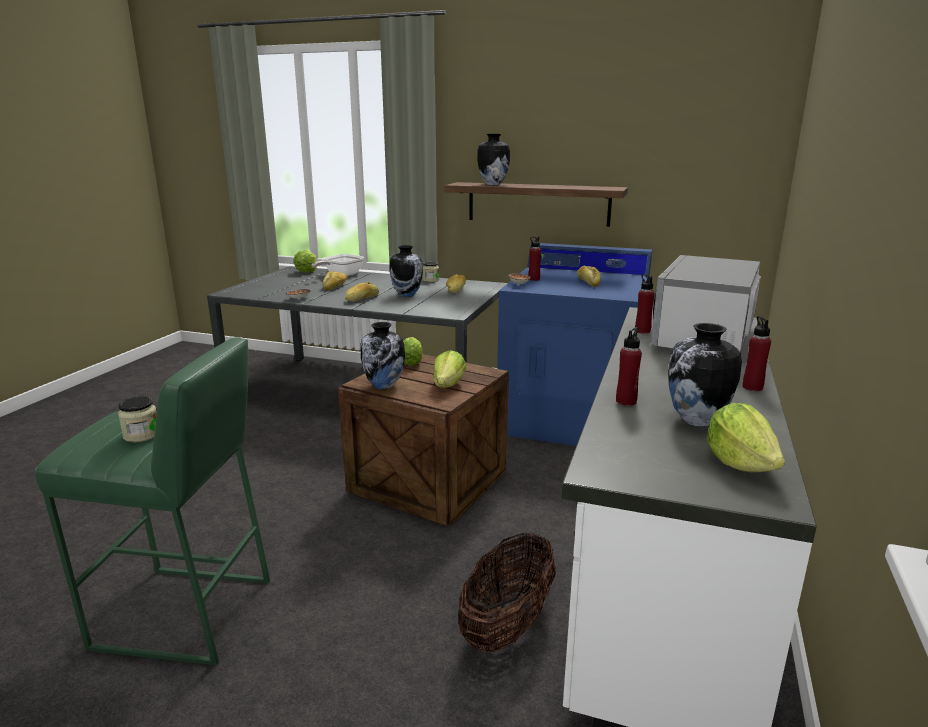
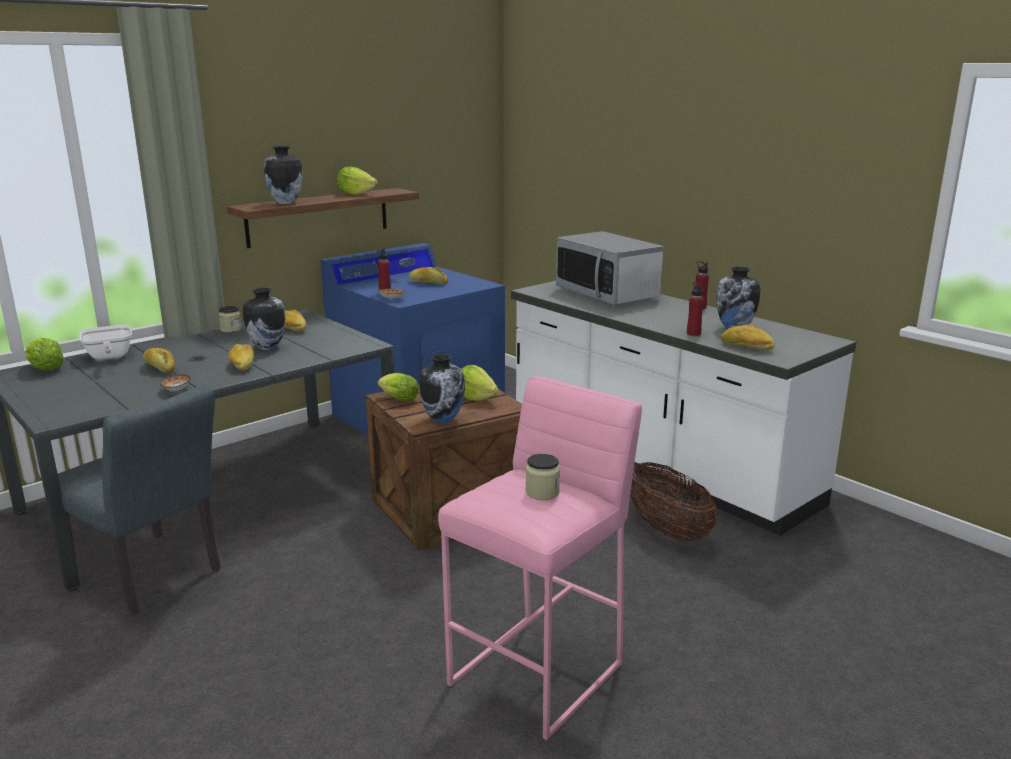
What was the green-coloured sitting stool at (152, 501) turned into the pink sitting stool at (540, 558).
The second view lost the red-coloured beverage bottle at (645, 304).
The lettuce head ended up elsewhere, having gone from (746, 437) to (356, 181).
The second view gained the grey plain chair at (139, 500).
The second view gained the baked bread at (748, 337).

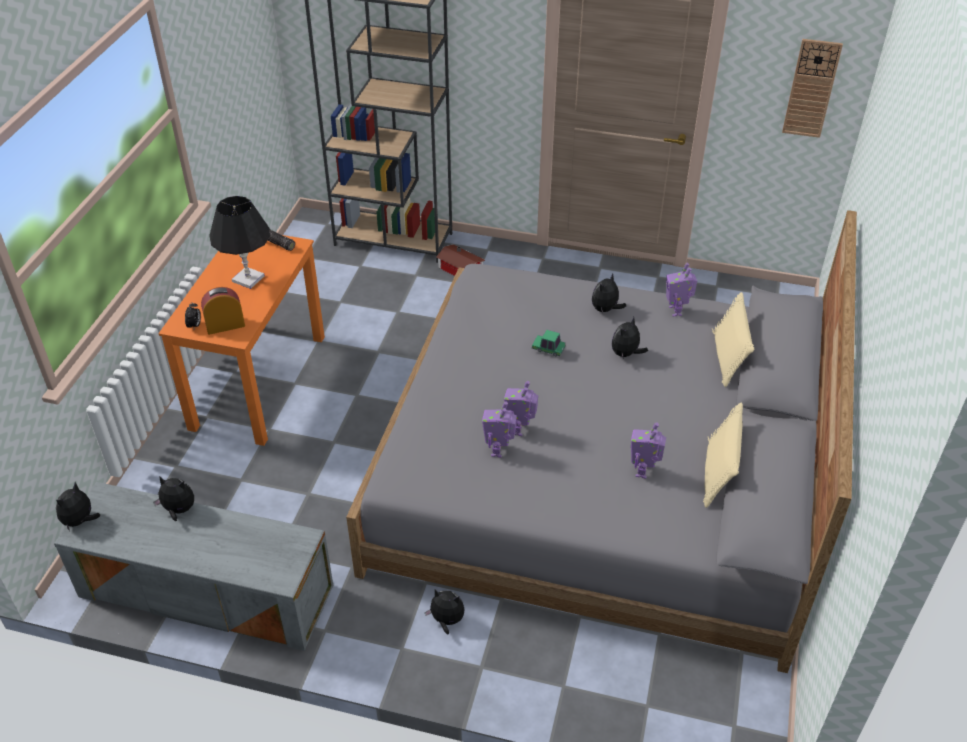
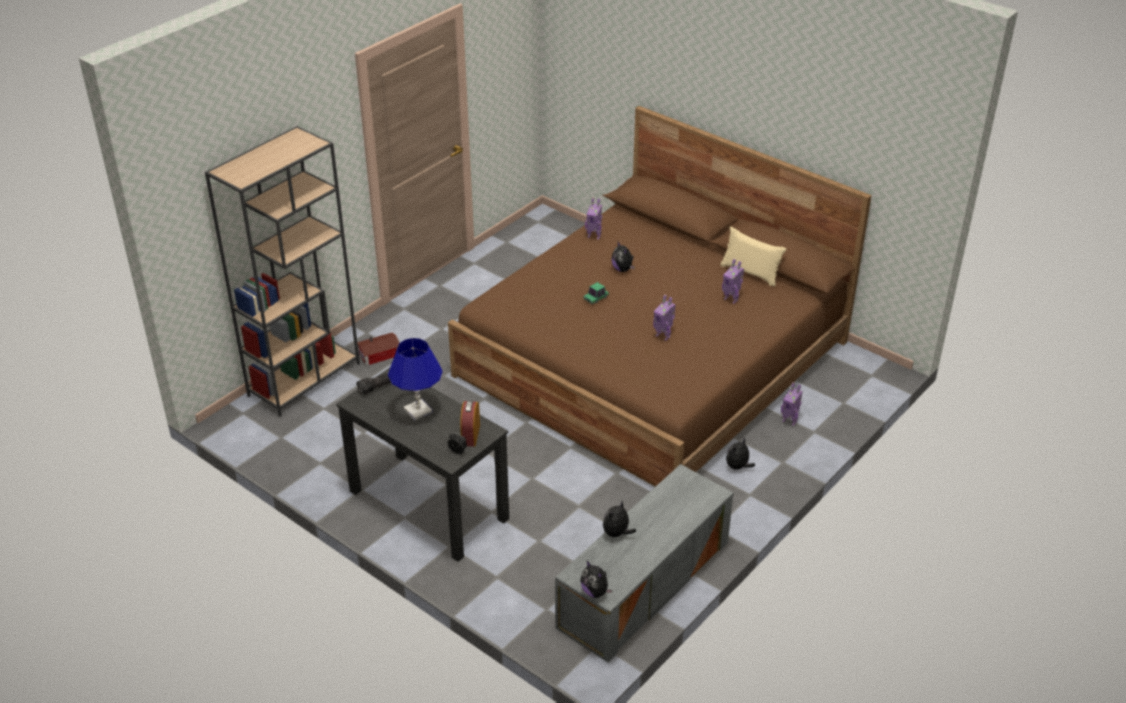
What was the orange desk unit at (241, 340) turned into the black-coloured desk unit at (422, 465).
What was the black-coloured table lamp at (240, 242) turned into the blue-coloured table lamp at (415, 379).
What was the grey bed at (601, 441) turned into the brown-coloured bed at (660, 296).
The robot figure ended up elsewhere, having gone from (499, 429) to (791, 404).
The second view lost the soft toy at (609, 293).
The second view lost the beige throw pillow at (733, 339).
The second view lost the clock on the wall at (812, 88).

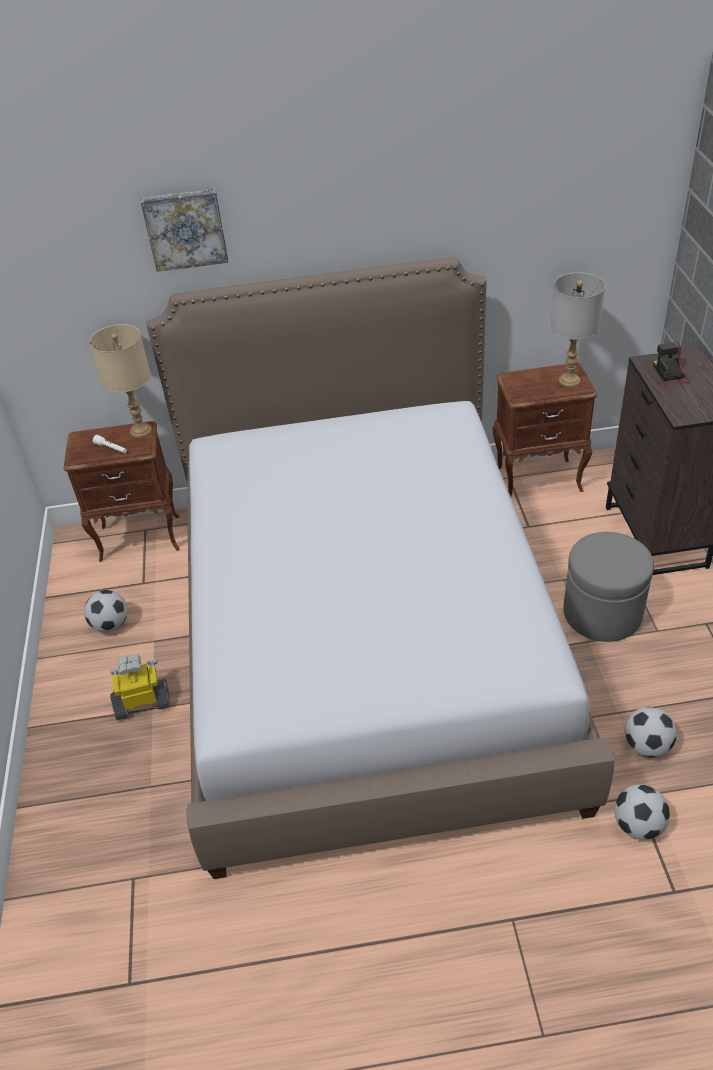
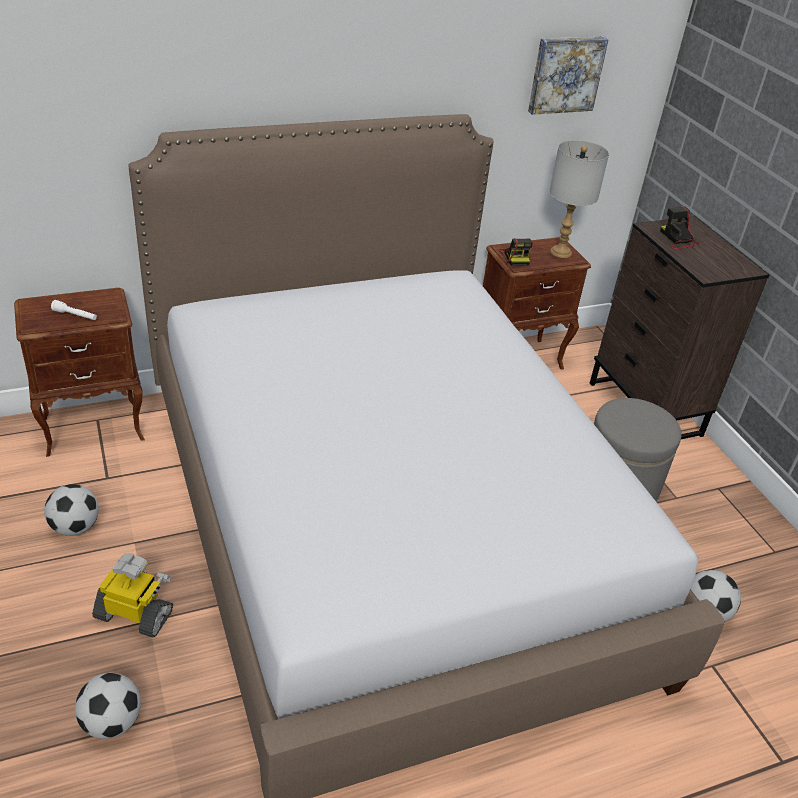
The second view lost the beige table lamp at (120, 381).
The robot figure at (140, 687) ended up facing another way, 45 degrees clockwise from before.
The picture ended up elsewhere, having gone from (184, 230) to (568, 75).
The football ball ended up elsewhere, having gone from (642, 812) to (108, 706).
The second view gained the photo camera at (516, 252).

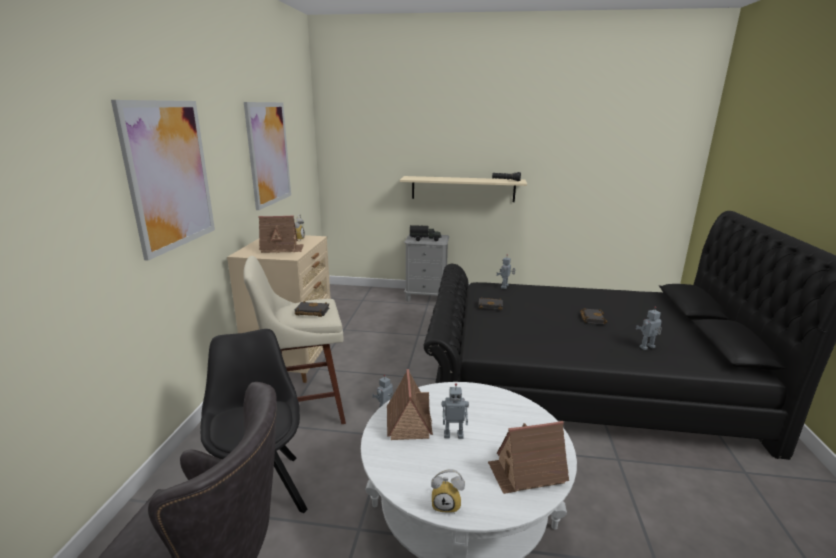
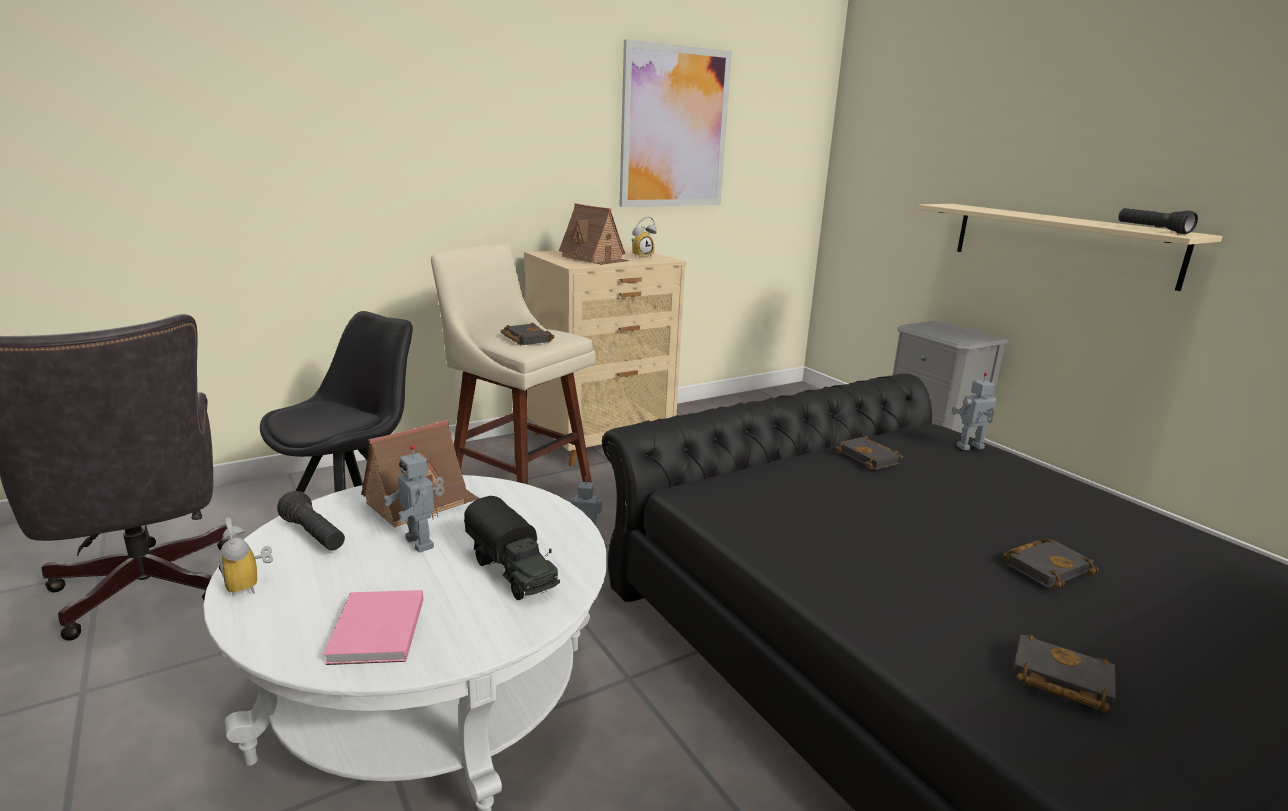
The second view lost the picture at (163, 180).
The toy lorry ended up elsewhere, having gone from (425, 233) to (512, 548).
Where the miniature house stood at (528, 457), the pink bound book came to stand at (373, 627).
Where the robot figure stood at (649, 328), the black-coloured bound book came to stand at (1064, 673).
The second view gained the black-coloured torch at (311, 520).

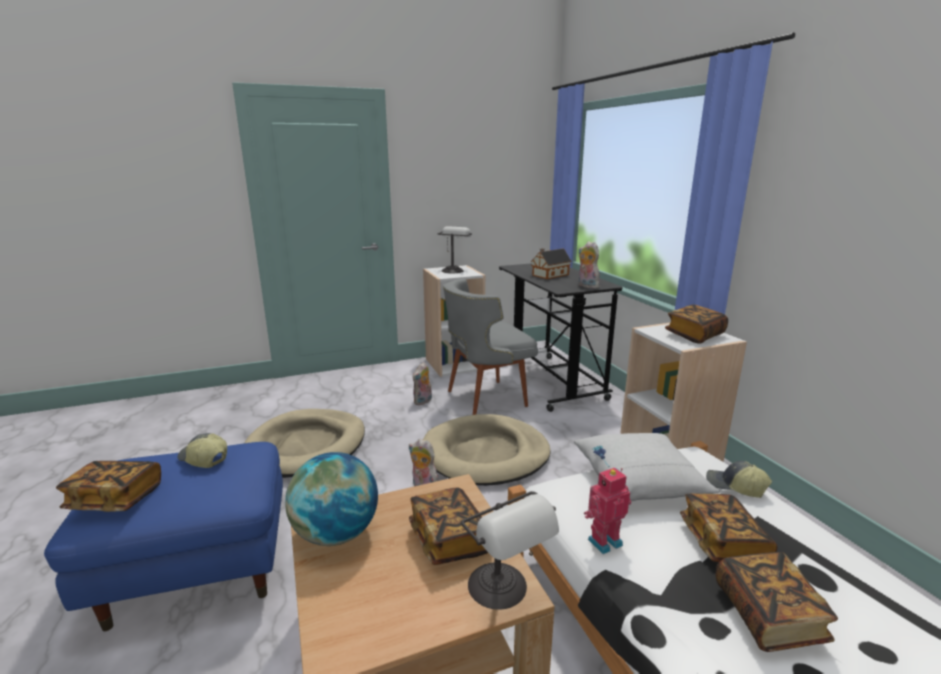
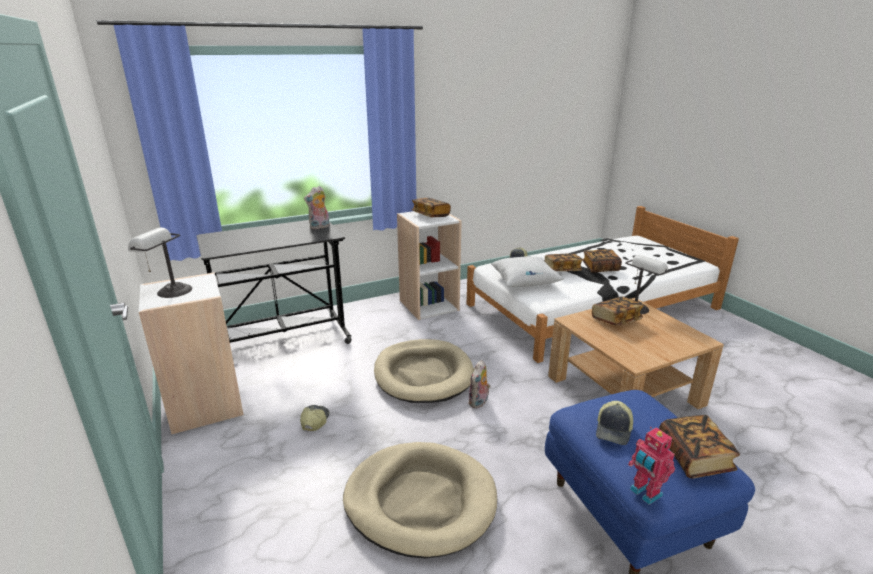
The second view lost the desk globe at (331, 499).
Where the soft toy stood at (422, 383), the baseball cap came to stand at (315, 418).
The second view lost the grey plain chair at (490, 347).
The second view lost the miniature house at (551, 263).
The robot figure ended up elsewhere, having gone from (607, 511) to (651, 466).

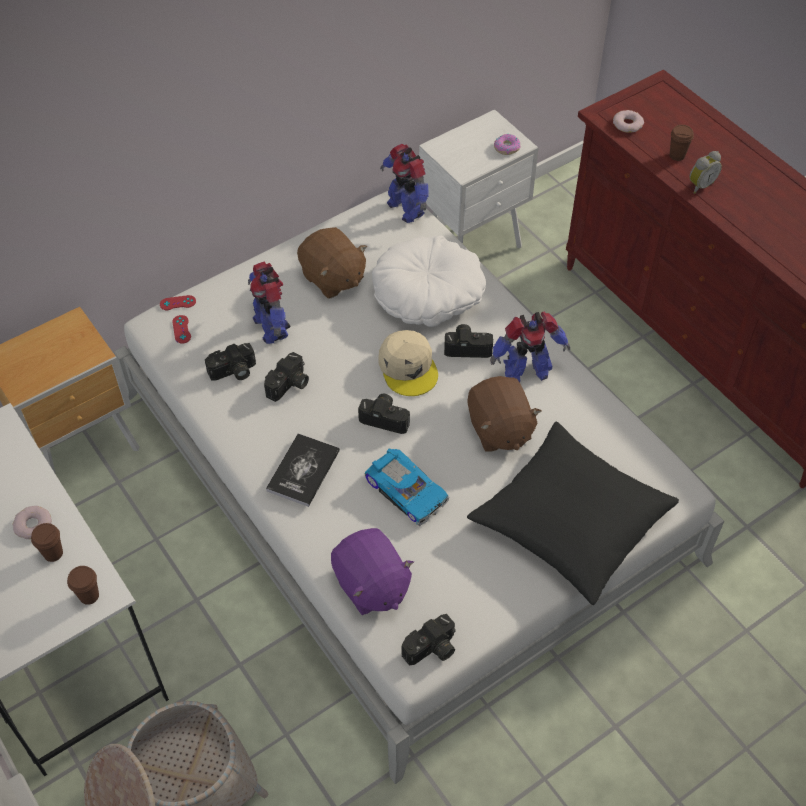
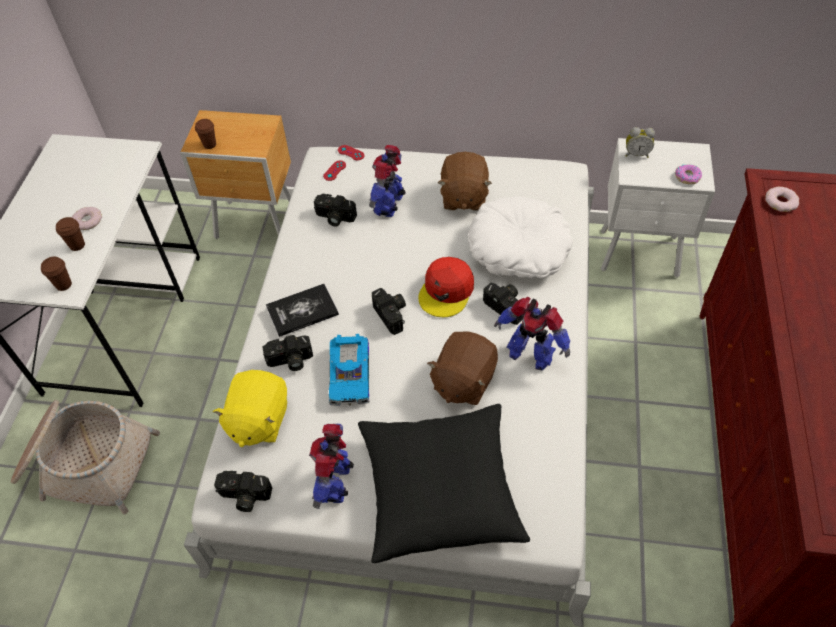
The photo camera ended up elsewhere, having gone from (286, 377) to (287, 353).
What was the purplish soft toy at (372, 571) turned into the yellowish soft toy at (250, 408).
What was the beige baseball cap at (408, 363) turned into the red-coloured baseball cap at (446, 287).
The robot figure ended up elsewhere, having gone from (404, 183) to (331, 466).
The brown-coloured drinking cup ended up elsewhere, having gone from (682, 143) to (205, 134).
The bedside clock ended up elsewhere, having gone from (705, 172) to (640, 142).

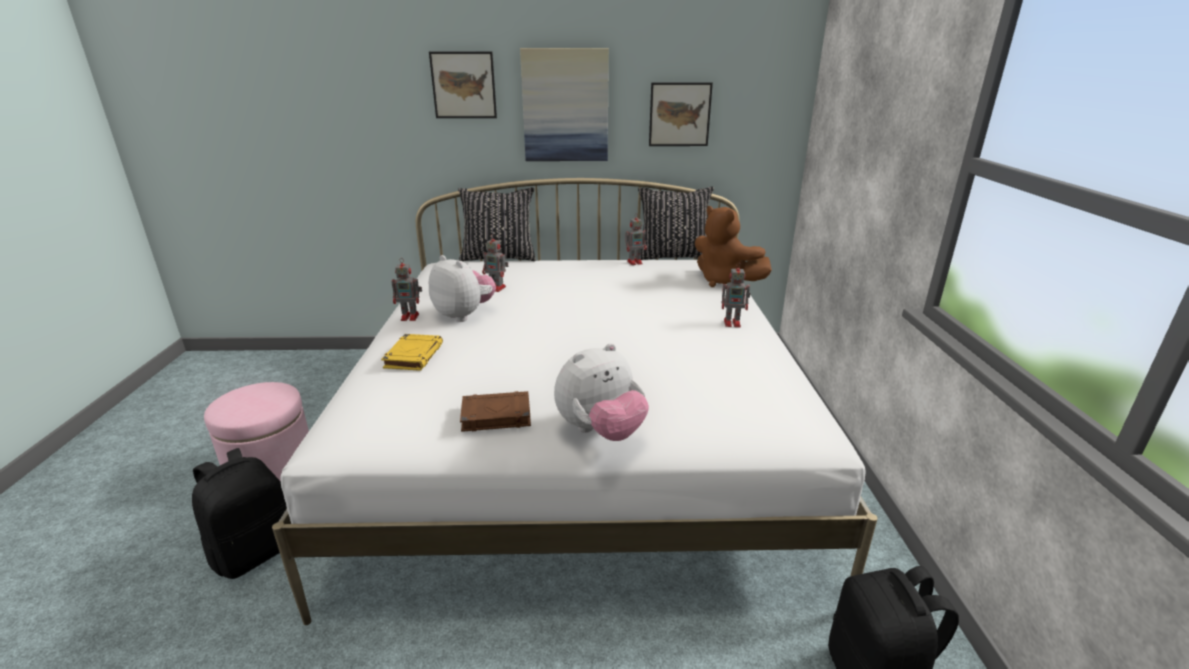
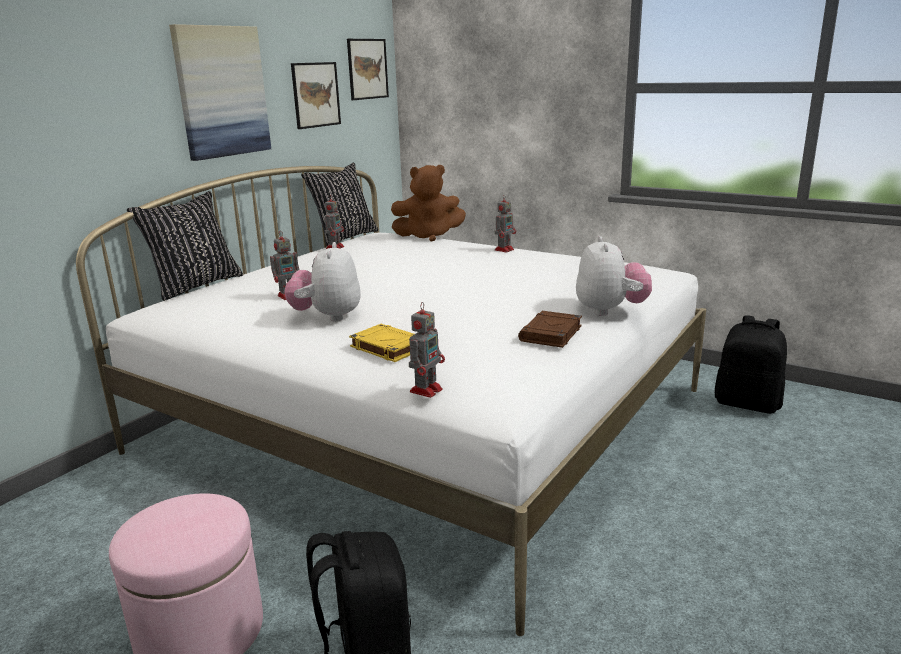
The robot figure ended up elsewhere, having gone from (406, 289) to (427, 350).
The picture ended up elsewhere, having gone from (463, 85) to (368, 69).
The soft toy at (462, 288) ended up facing another way, 75 degrees counterclockwise from before.

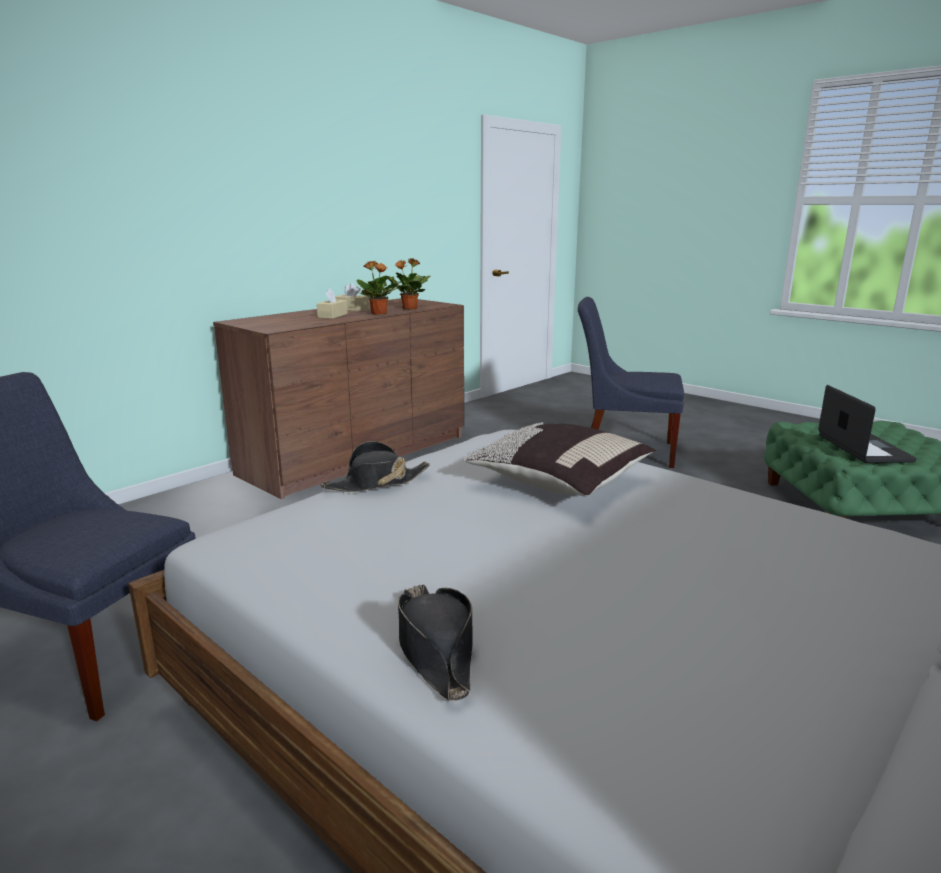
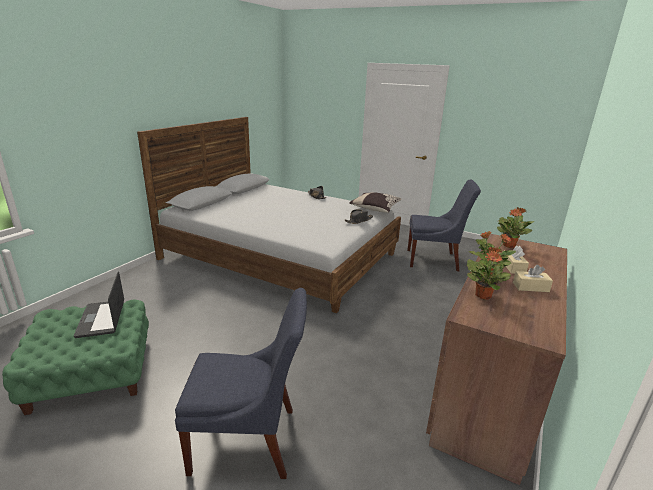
The throw pillow ended up elsewhere, having gone from (560, 459) to (375, 203).
The second view gained the potted plant at (516, 227).

